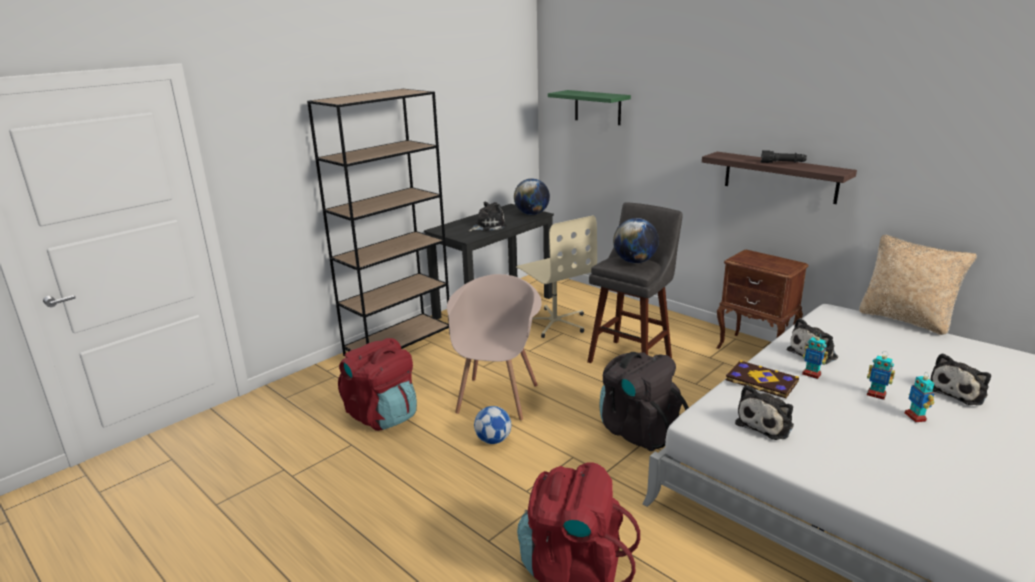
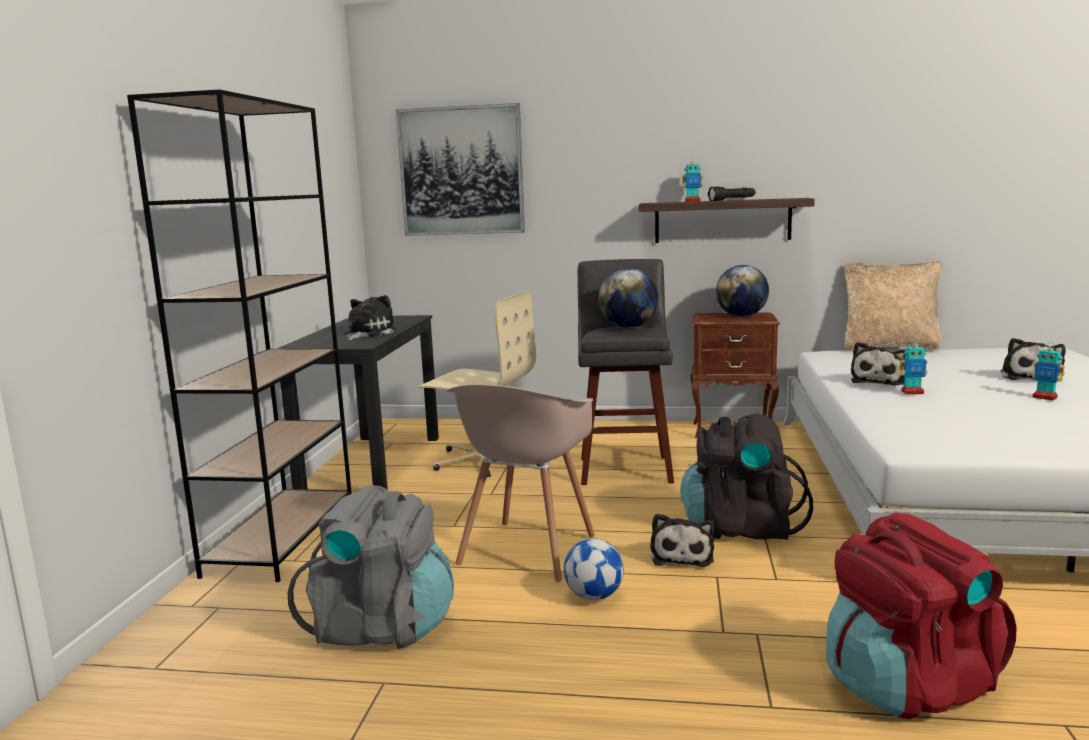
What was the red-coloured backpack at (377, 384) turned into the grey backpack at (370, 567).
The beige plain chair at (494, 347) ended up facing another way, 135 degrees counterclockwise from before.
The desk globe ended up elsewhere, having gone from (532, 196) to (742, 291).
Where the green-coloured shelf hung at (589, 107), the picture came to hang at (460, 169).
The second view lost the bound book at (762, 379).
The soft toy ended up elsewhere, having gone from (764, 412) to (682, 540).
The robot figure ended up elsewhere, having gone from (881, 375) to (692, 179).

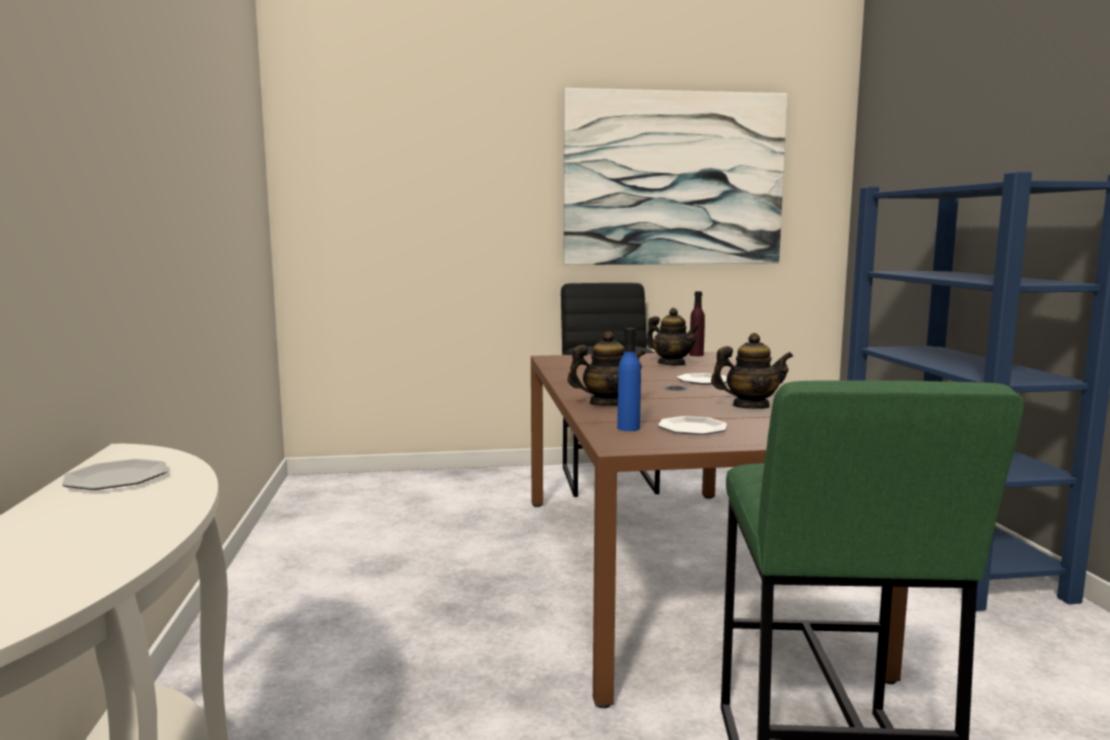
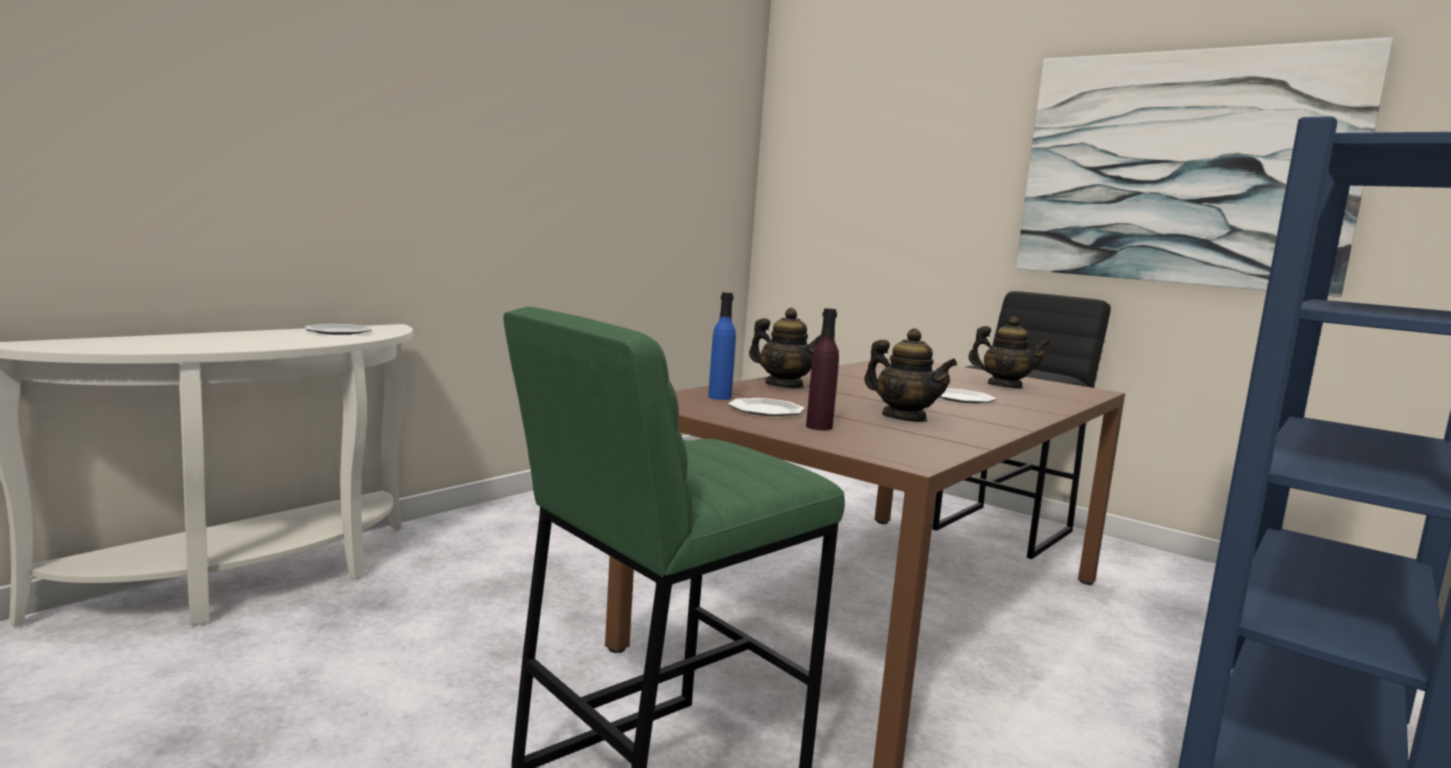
The teapot at (673, 337) ended up facing another way, 60 degrees counterclockwise from before.
The purplish beverage bottle ended up elsewhere, having gone from (697, 323) to (822, 369).

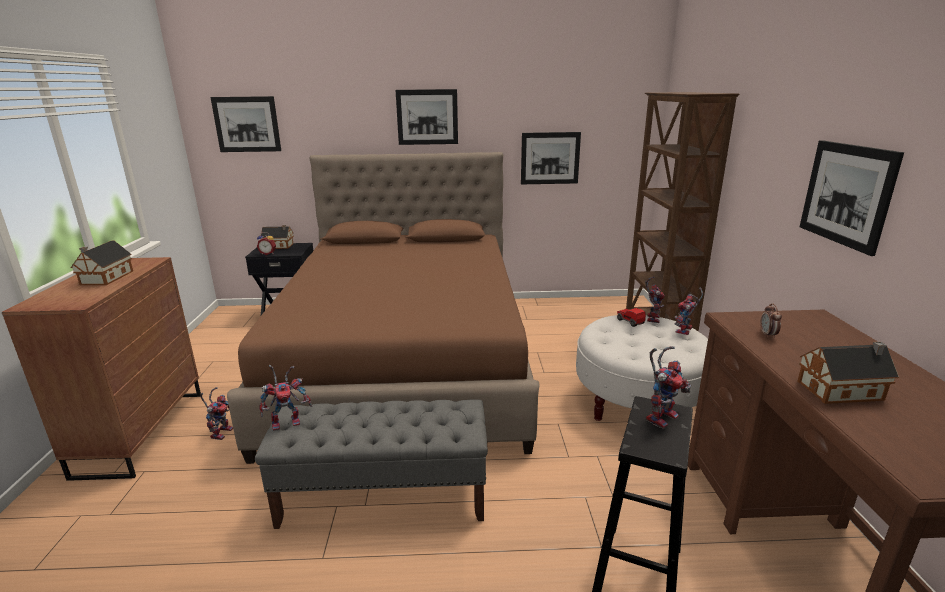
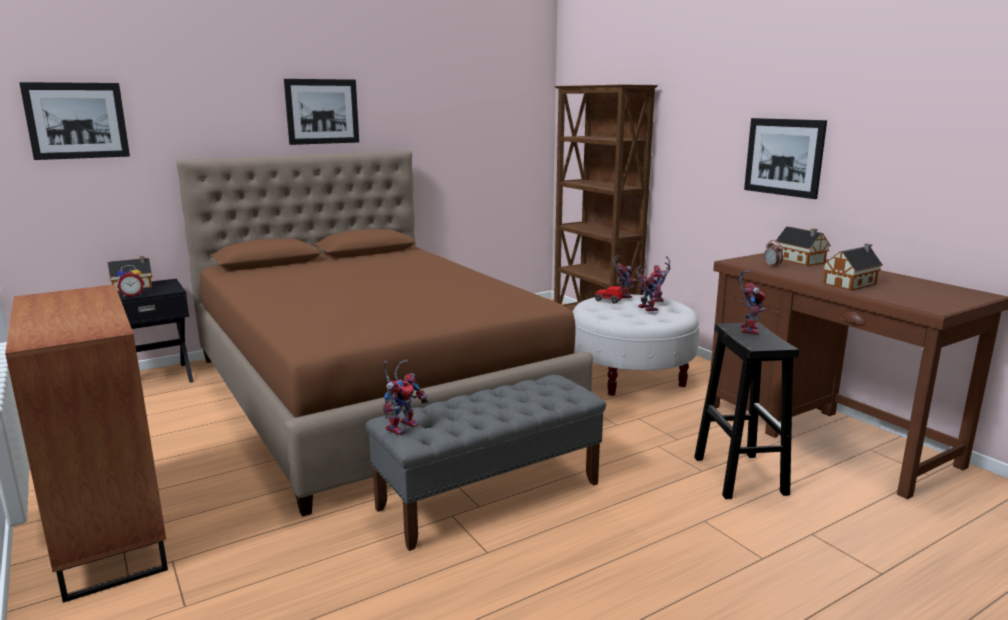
The miniature house ended up elsewhere, having gone from (102, 263) to (803, 246).
The robot figure ended up elsewhere, having gone from (216, 413) to (649, 289).
The second view lost the picture at (551, 158).

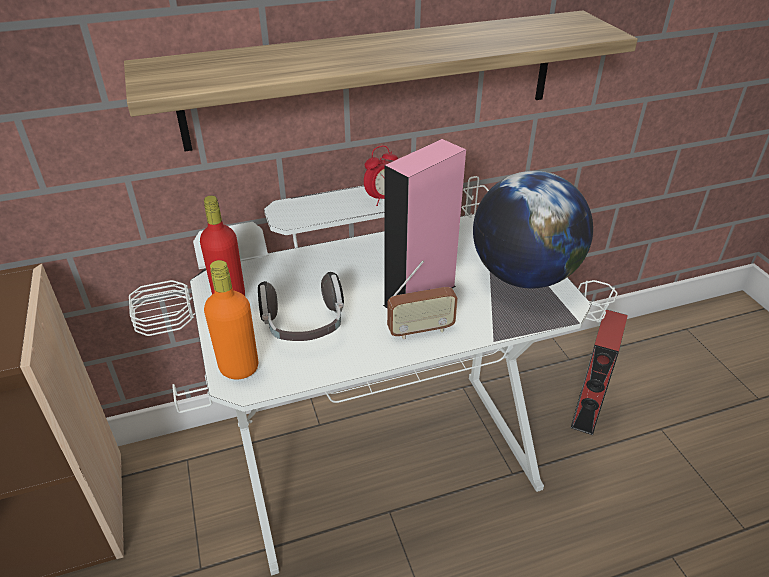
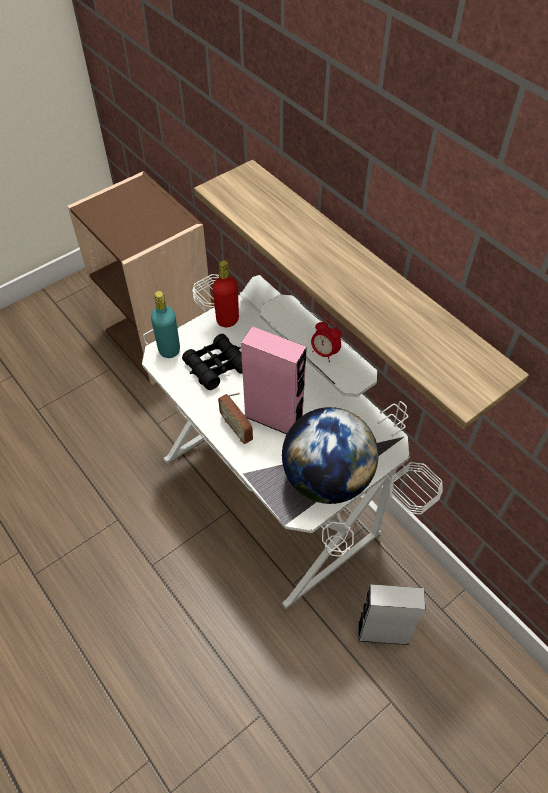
What was the orange beverage bottle at (231, 319) turned into the turquoise beverage bottle at (165, 324).
Where the headphones stood at (301, 306), the black-coloured binoculars came to stand at (212, 362).
What was the red-coloured audio speaker at (599, 372) turned into the grey audio speaker at (391, 614).

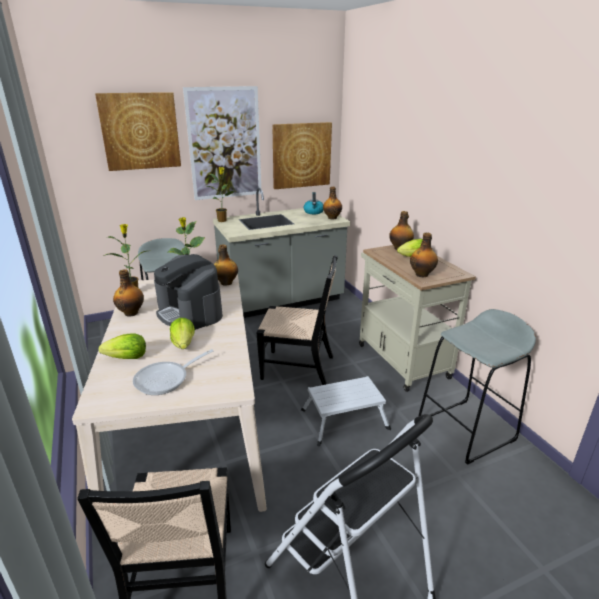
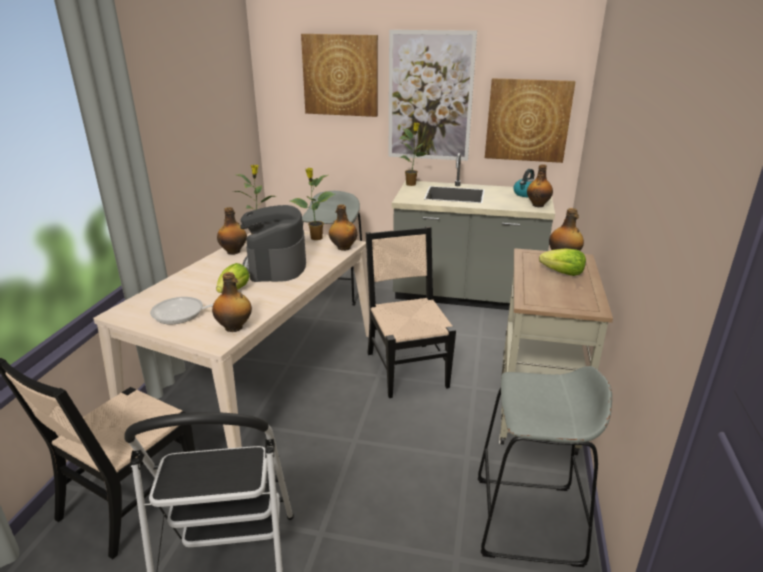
The second view lost the lettuce head at (122, 346).
The plain chair at (297, 320) ended up facing another way, 150 degrees counterclockwise from before.
The second view lost the white step stool at (346, 411).
The beverage bottle ended up elsewhere, having gone from (424, 255) to (232, 302).

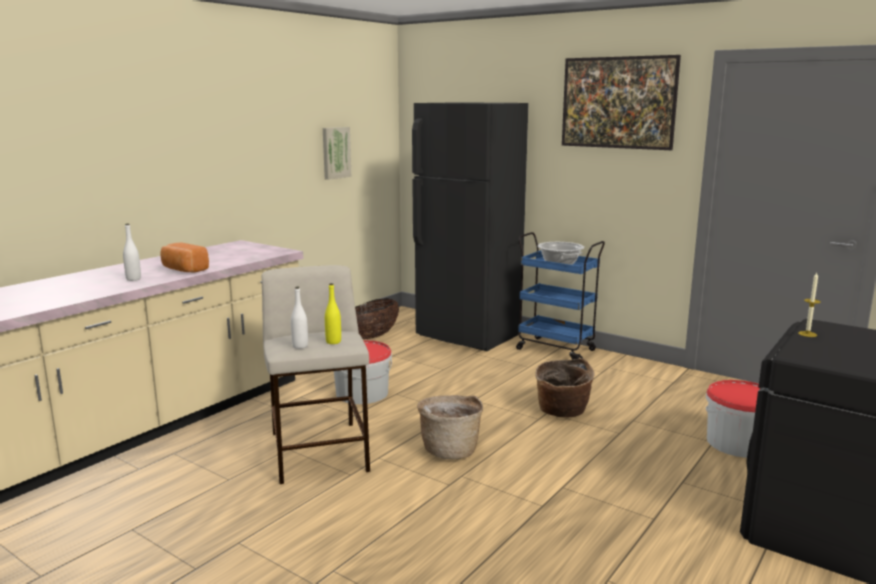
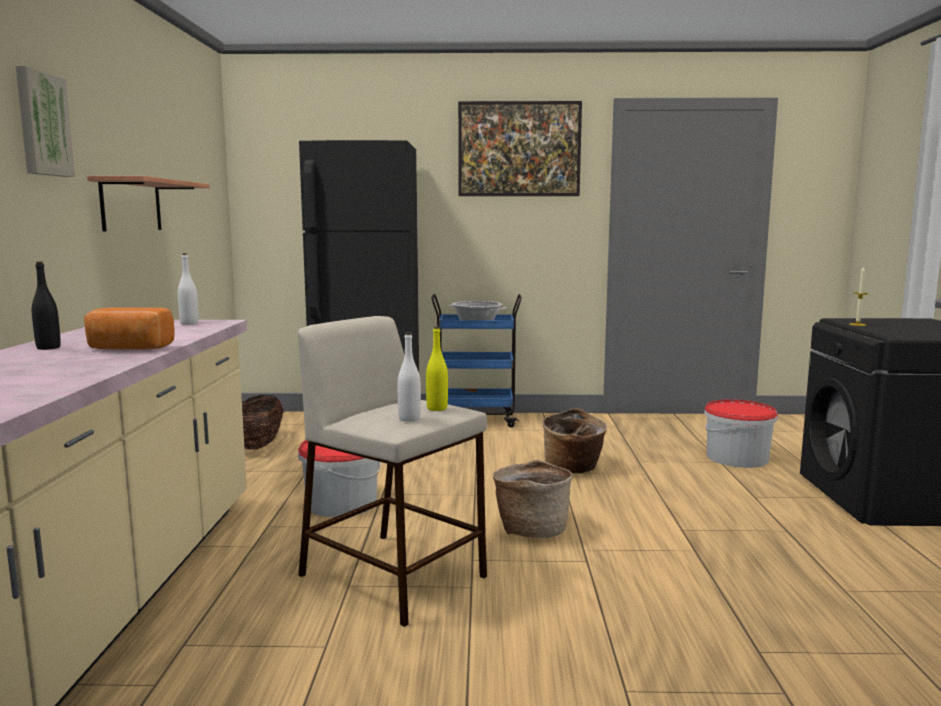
The white beverage bottle ended up elsewhere, having gone from (132, 252) to (188, 289).
The picture ended up elsewhere, having gone from (337, 153) to (45, 121).
The second view gained the black-coloured beverage bottle at (46, 306).
The second view gained the shelf at (148, 204).

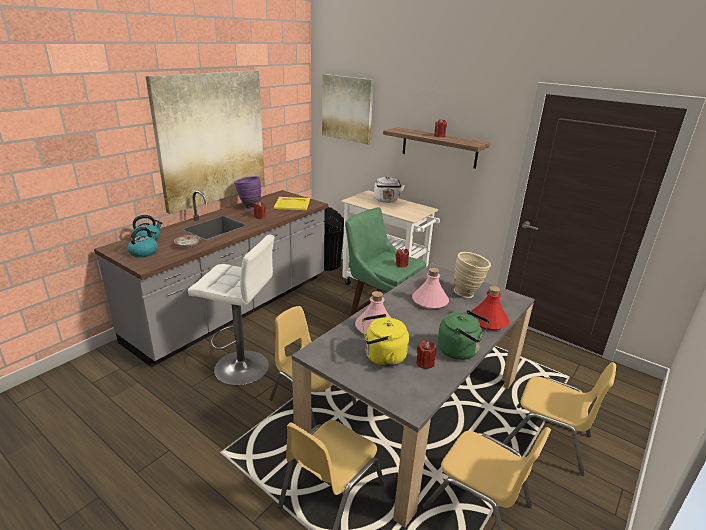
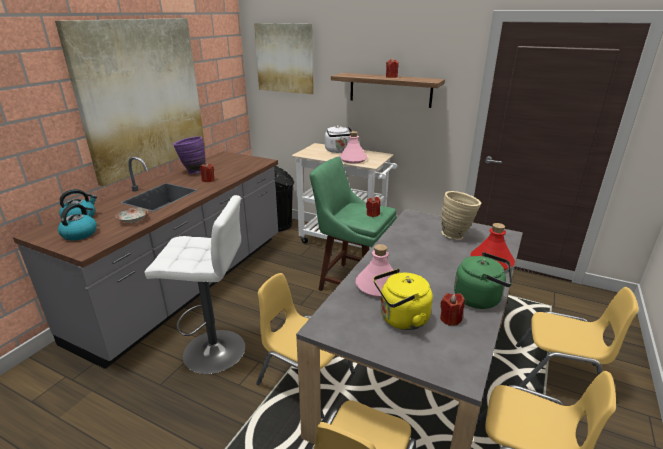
The second view lost the yellowish serving tray at (292, 203).
The pink beverage bottle ended up elsewhere, having gone from (430, 288) to (353, 147).

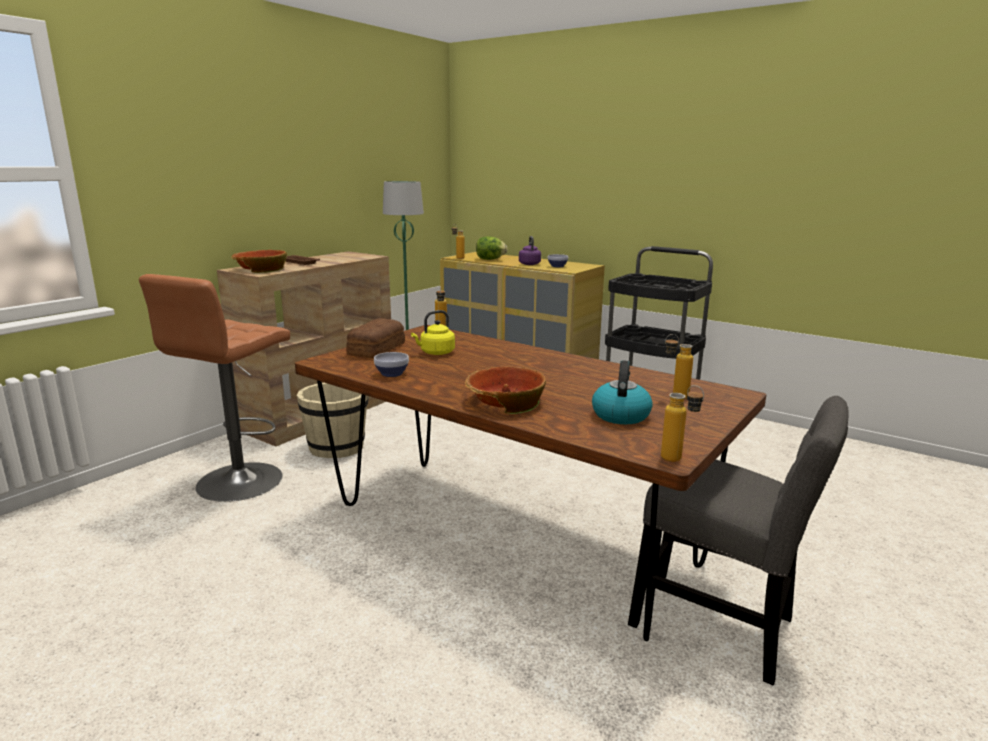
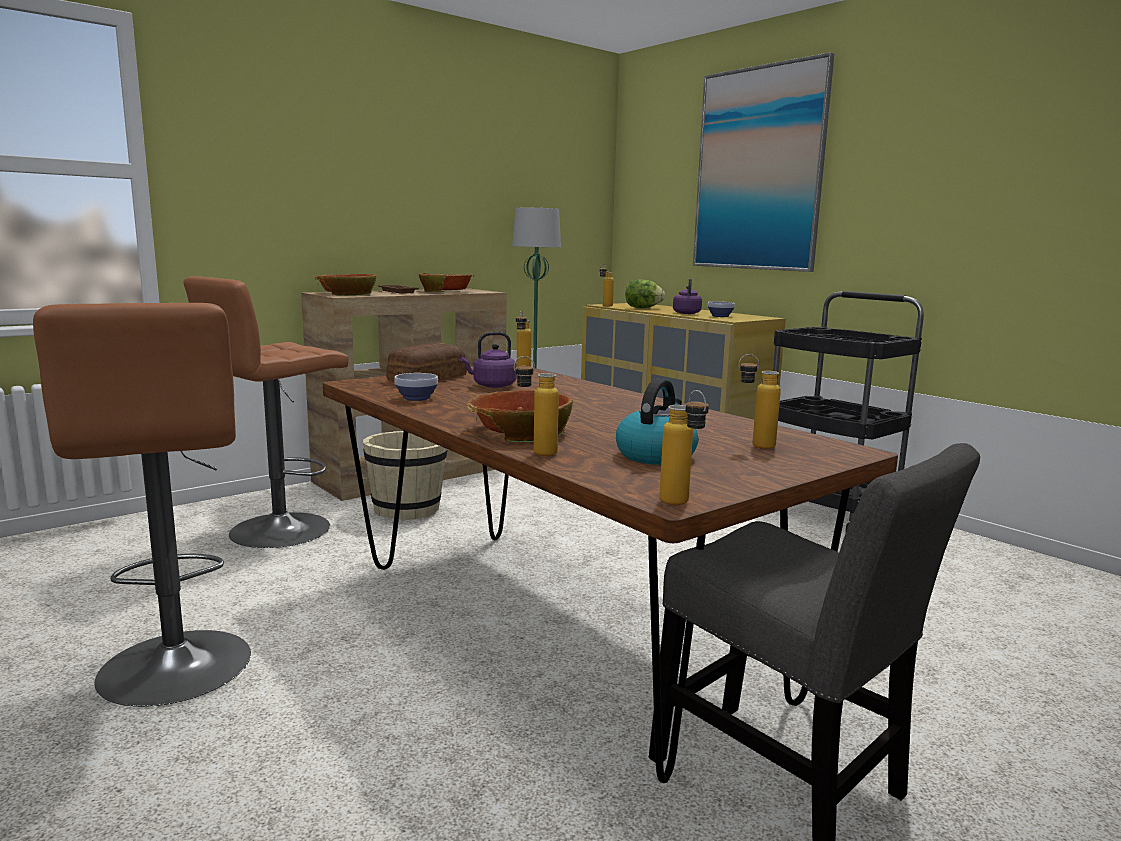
What was the yellowish tea kettle at (433, 332) turned into the purplish tea kettle at (488, 360).
The second view gained the brown-coloured sitting stool at (142, 505).
The second view gained the deep dish at (446, 282).
The second view gained the beverage bottle at (536, 406).
The second view gained the picture at (763, 162).

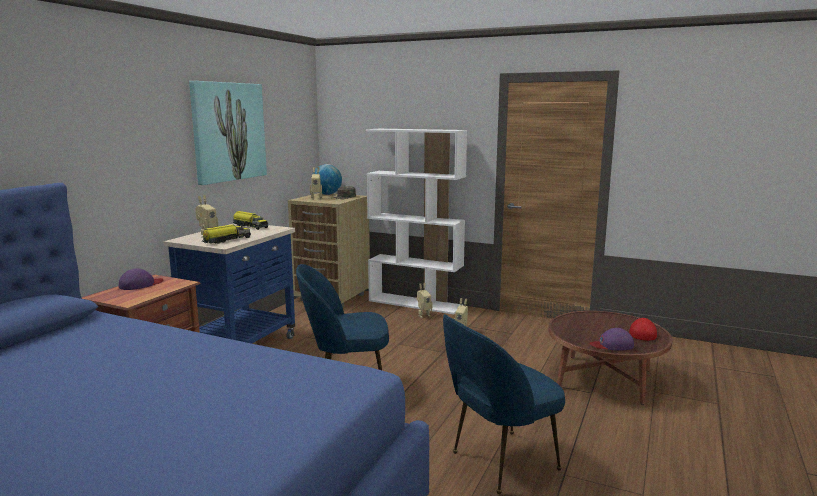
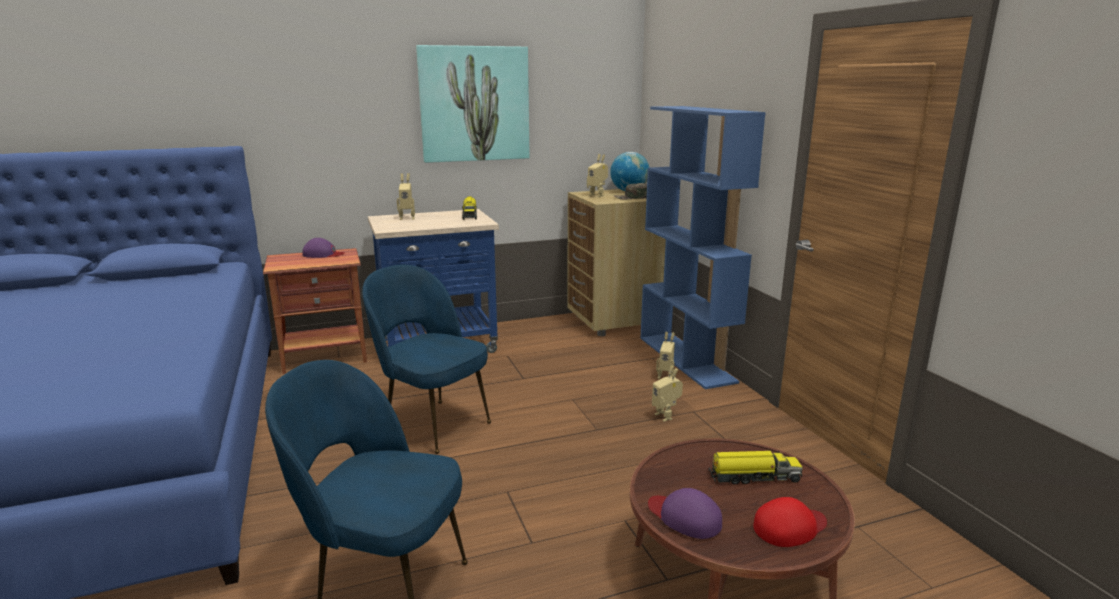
The toy lorry ended up elsewhere, having gone from (226, 234) to (755, 467).
What was the white bookshelf at (416, 222) turned into the blue-coloured bookshelf at (703, 247).

